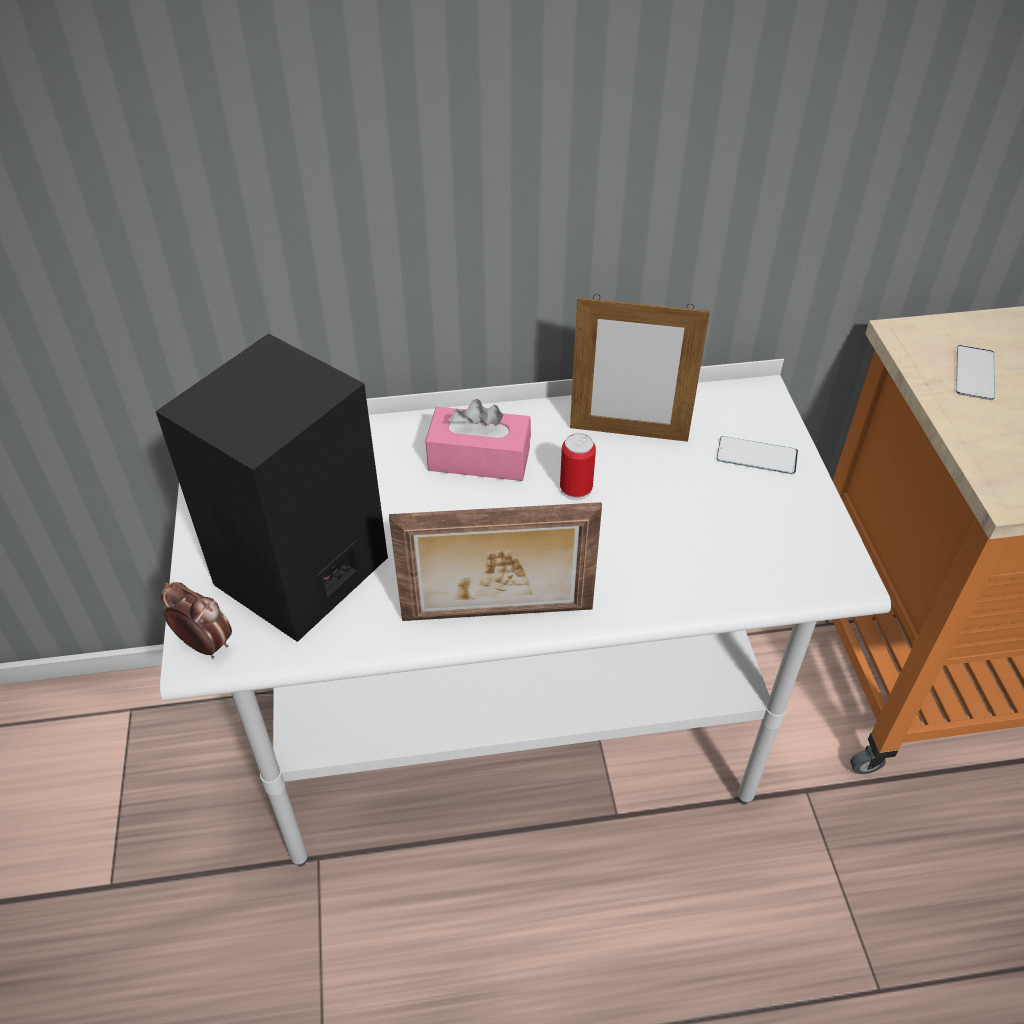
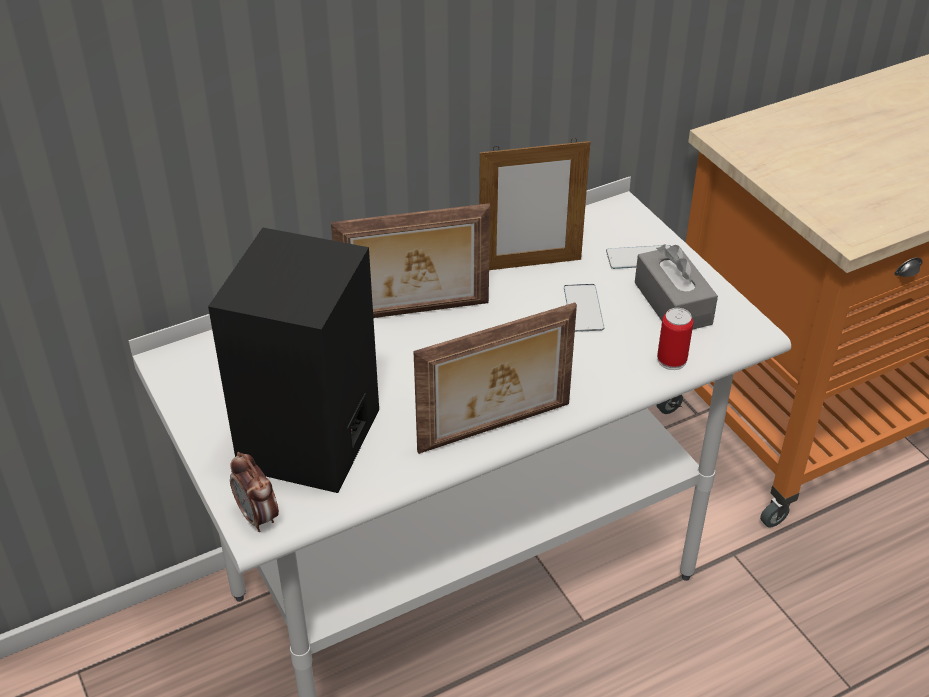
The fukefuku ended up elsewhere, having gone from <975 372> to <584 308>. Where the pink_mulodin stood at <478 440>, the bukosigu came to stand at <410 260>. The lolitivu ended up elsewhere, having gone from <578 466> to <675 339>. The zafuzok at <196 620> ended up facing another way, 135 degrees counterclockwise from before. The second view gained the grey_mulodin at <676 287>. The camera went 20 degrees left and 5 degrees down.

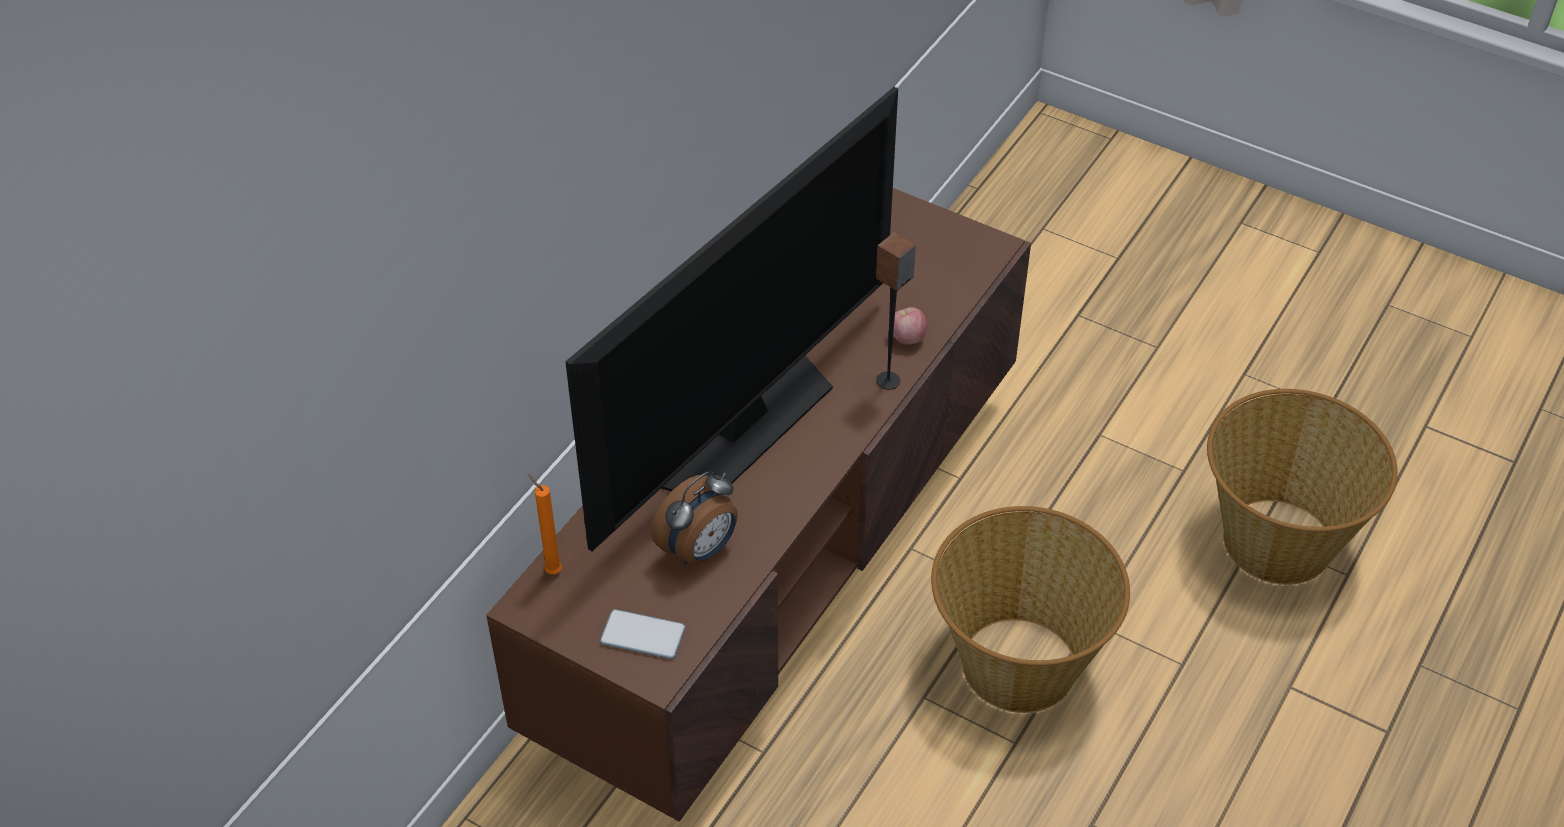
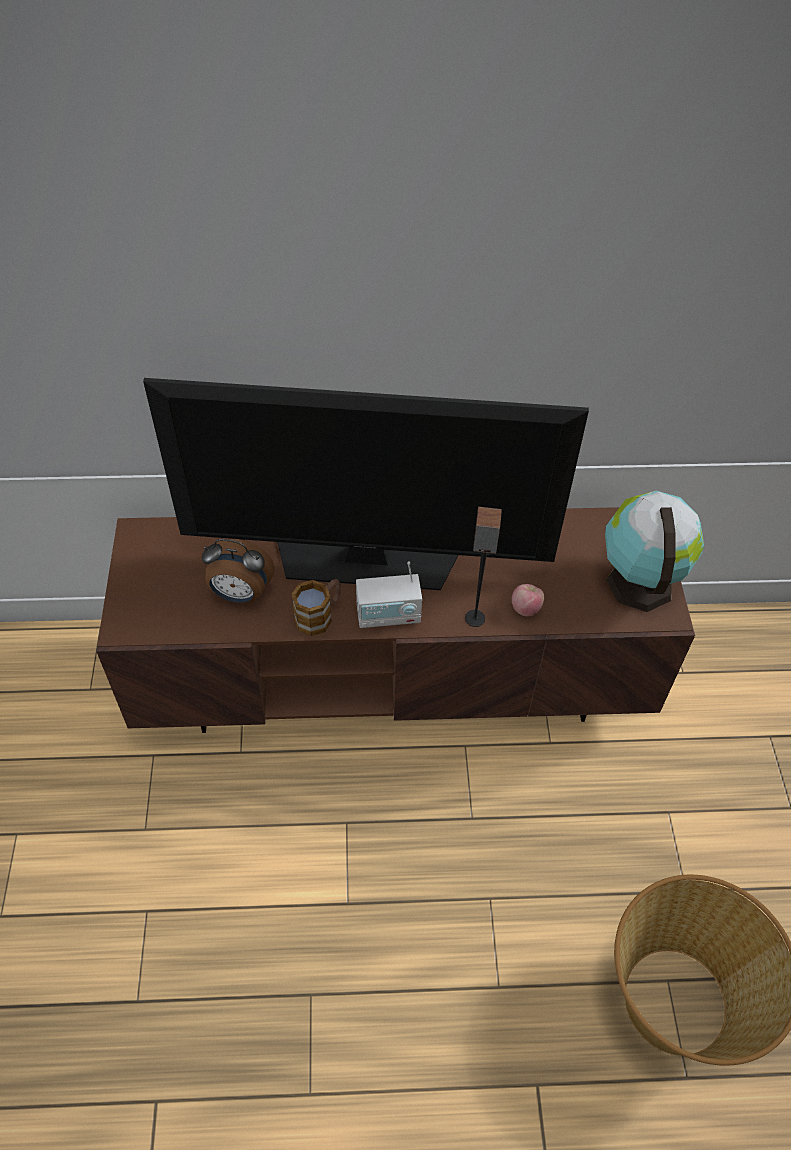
The second view lost the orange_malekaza at <545 524>. The second view lost the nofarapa at <1030 609>. The second view lost the fukefuku at <642 634>. The second view gained the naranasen at <654 551>. The second view gained the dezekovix at <389 594>. The second view gained the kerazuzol at <316 607>. The camera went 55 degrees right and 5 degrees up.

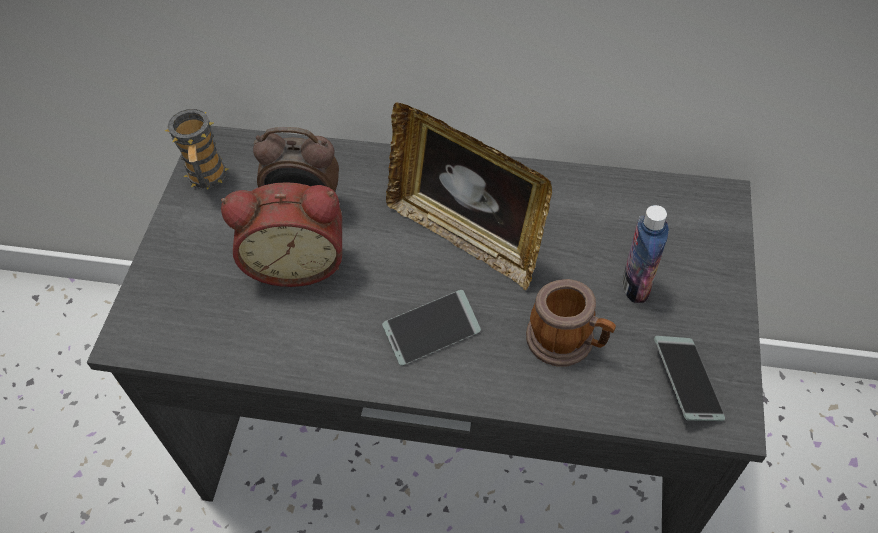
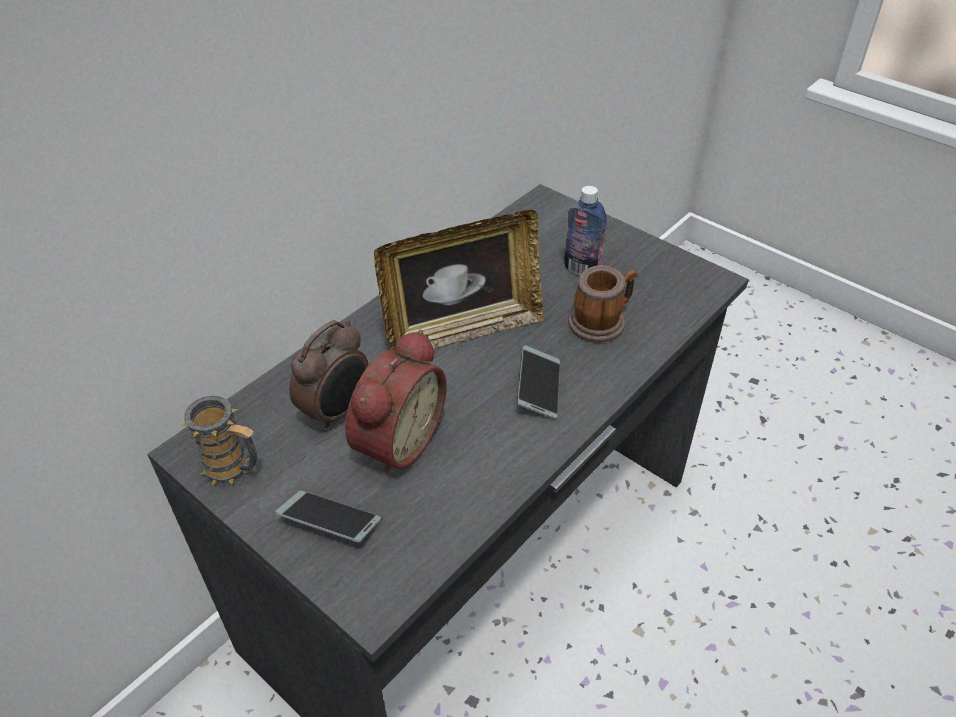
The fukefuku ended up elsewhere, having gone from <689 378> to <328 516>. The camera went 60 degrees left and 10 degrees down.

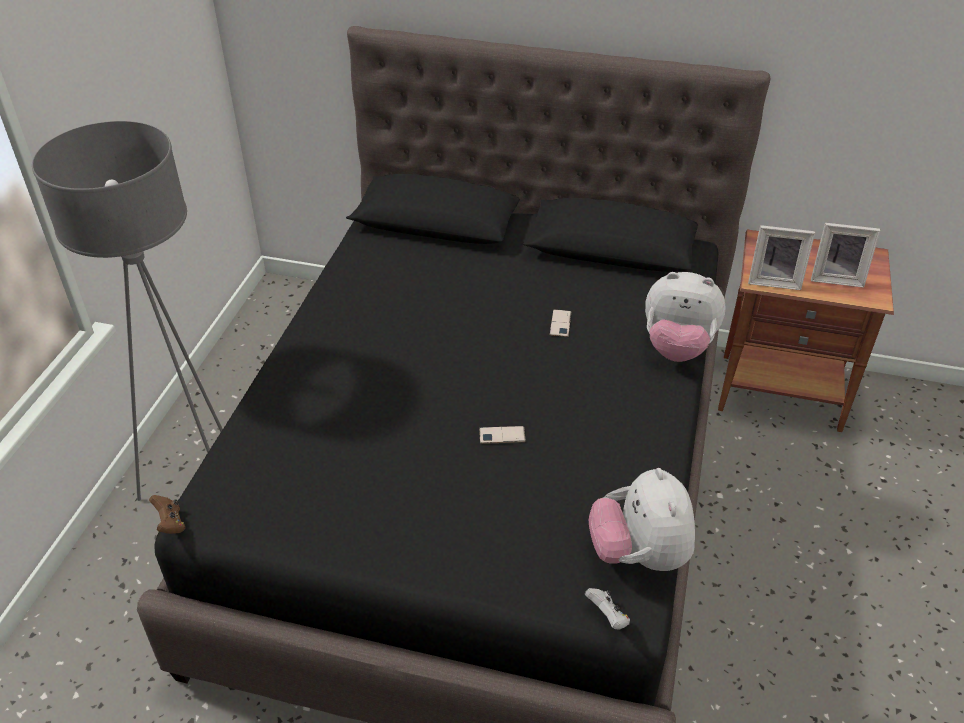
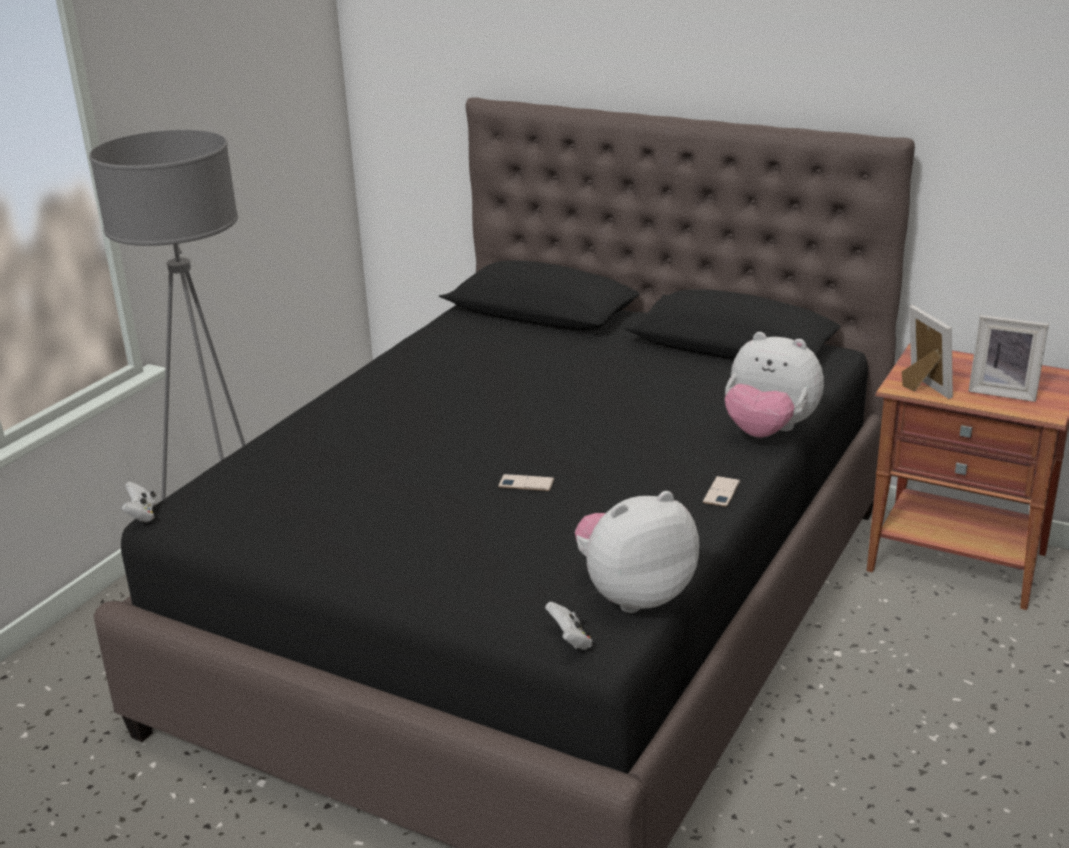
The bukosigu at <781 257> ended up facing another way, 135 degrees counterclockwise from before. The fukefuku ended up elsewhere, having gone from <560 323> to <721 491>. The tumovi at <642 519> ended up facing another way, 60 degrees clockwise from before. What was the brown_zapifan at <167 514> turned into the white_zapifan at <138 502>. The camera went 15 degrees right and 15 degrees down.

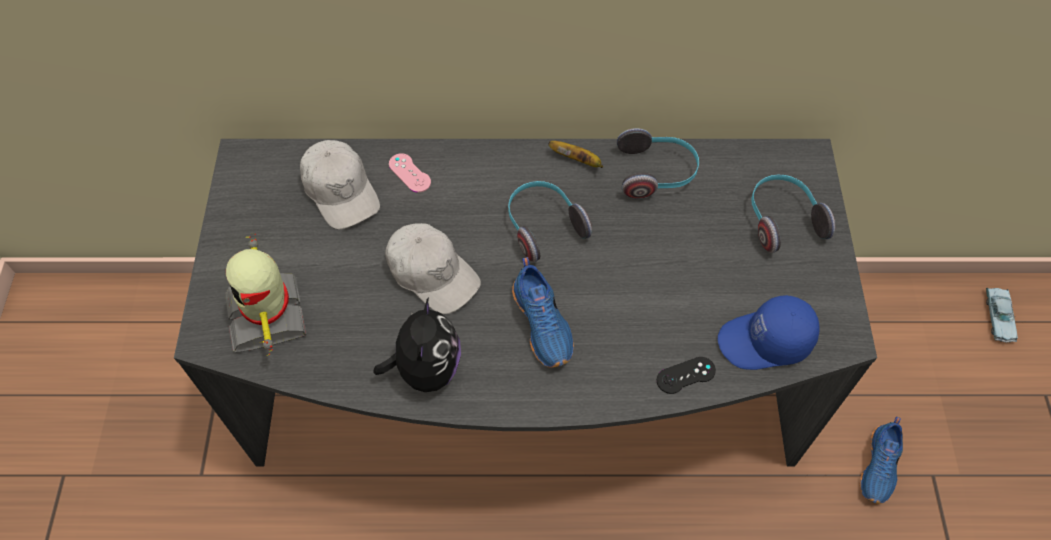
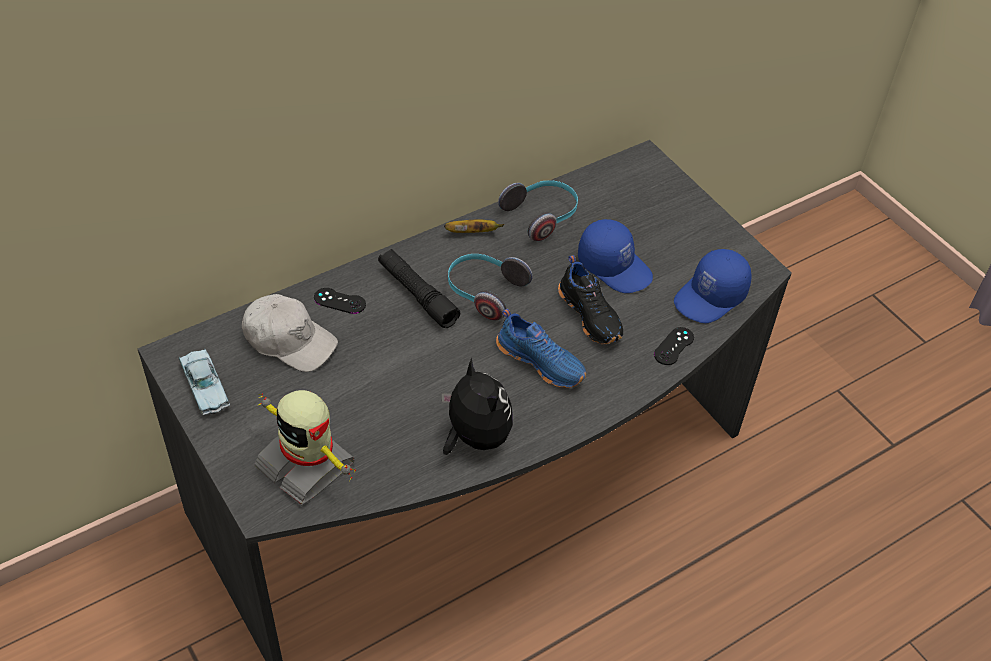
What was the pink_zapifan at <410 173> turned into the black_zapifan at <340 301>. The second view lost the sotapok at <793 214>. The second view lost the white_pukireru at <433 268>. The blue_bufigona ended up elsewhere, having gone from <1002 315> to <204 381>. The second view lost the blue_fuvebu at <881 460>. The second view gained the blue_pukireru at <615 256>. The second view gained the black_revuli at <419 288>. The second view gained the black_fuvebu at <590 299>. The camera went 35 degrees left and 10 degrees down.

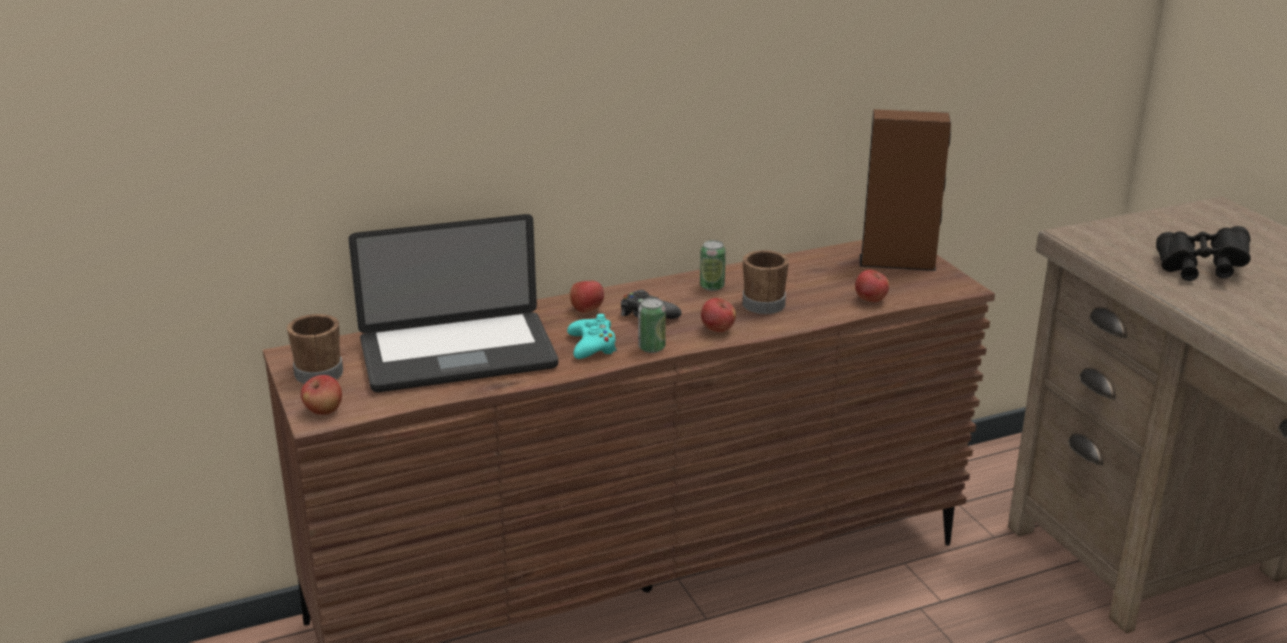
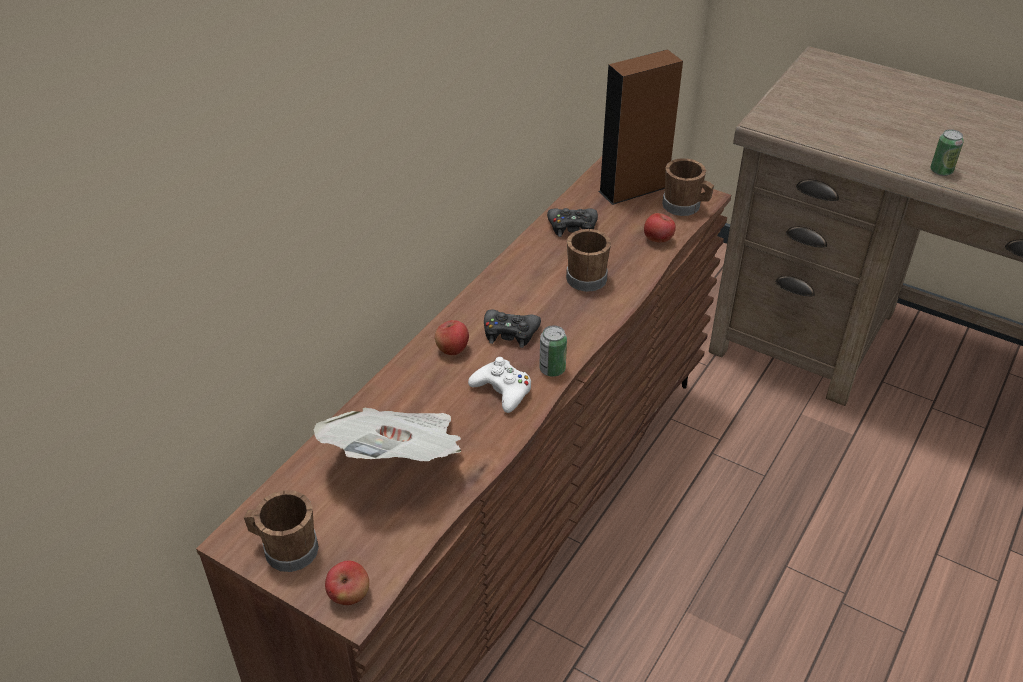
Where the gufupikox stood at <453 303>, the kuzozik came to stand at <387 434>. The second view lost the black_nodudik at <1203 253>. The lolitivu ended up elsewhere, having gone from <713 265> to <947 152>. The second view lost the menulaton at <718 315>. What was the turquoise_zapifan at <592 336> turned into the white_zapifan at <499 385>. The second view gained the brown_kerazuzol at <688 187>. The second view gained the black_zapifan at <572 222>. The camera went 35 degrees left and 15 degrees up.

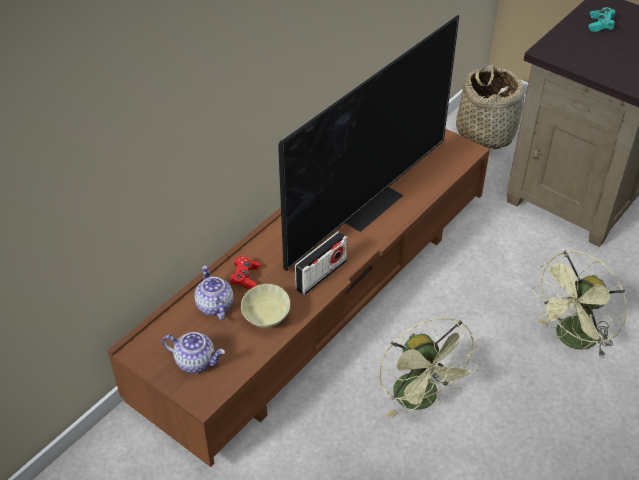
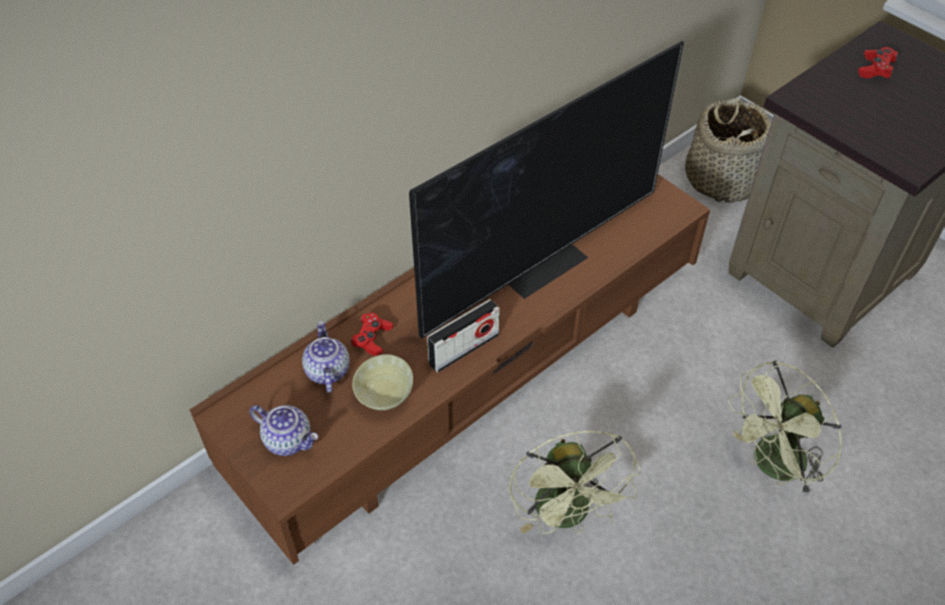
What was the turquoise_zapifan at <602 19> turned into the red_zapifan at <878 63>. The camera went 10 degrees right and 5 degrees up.

